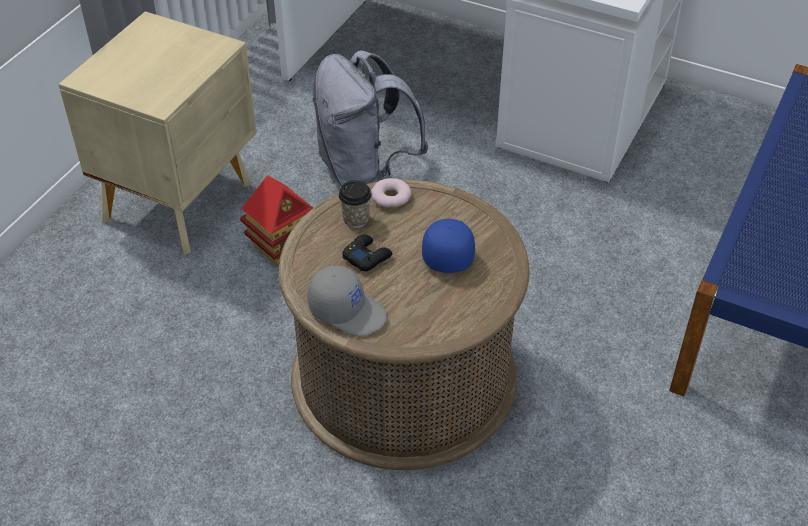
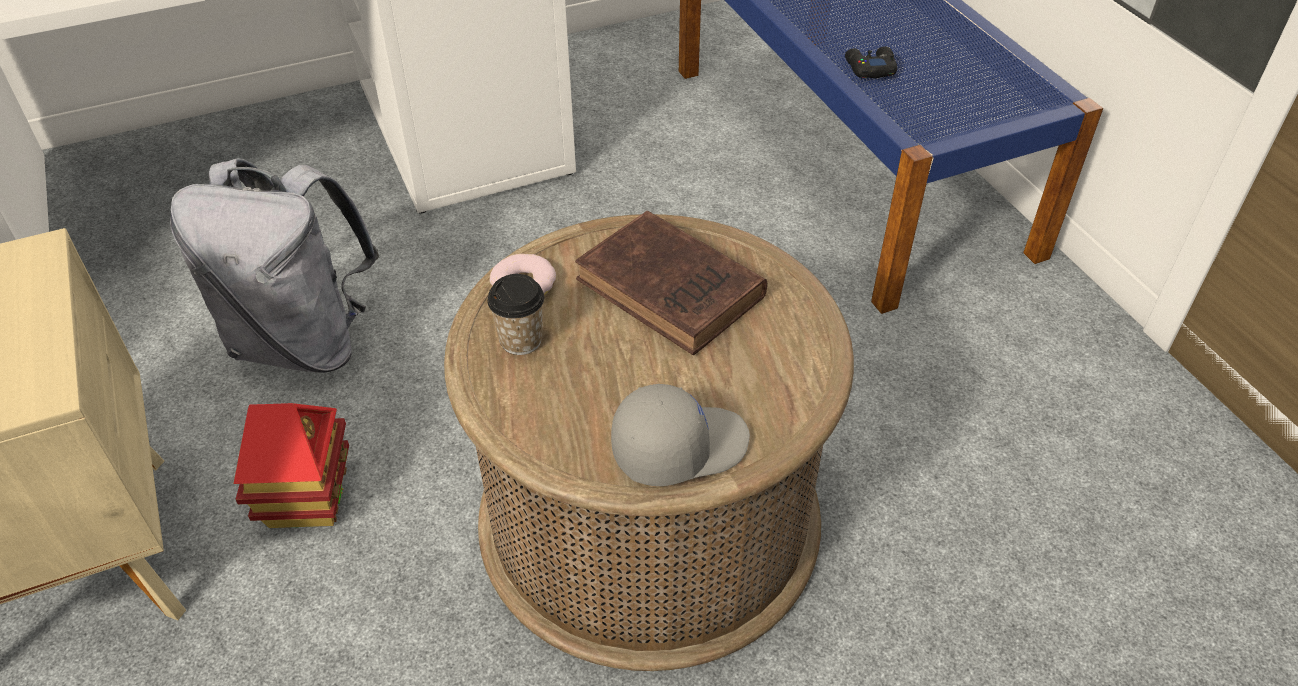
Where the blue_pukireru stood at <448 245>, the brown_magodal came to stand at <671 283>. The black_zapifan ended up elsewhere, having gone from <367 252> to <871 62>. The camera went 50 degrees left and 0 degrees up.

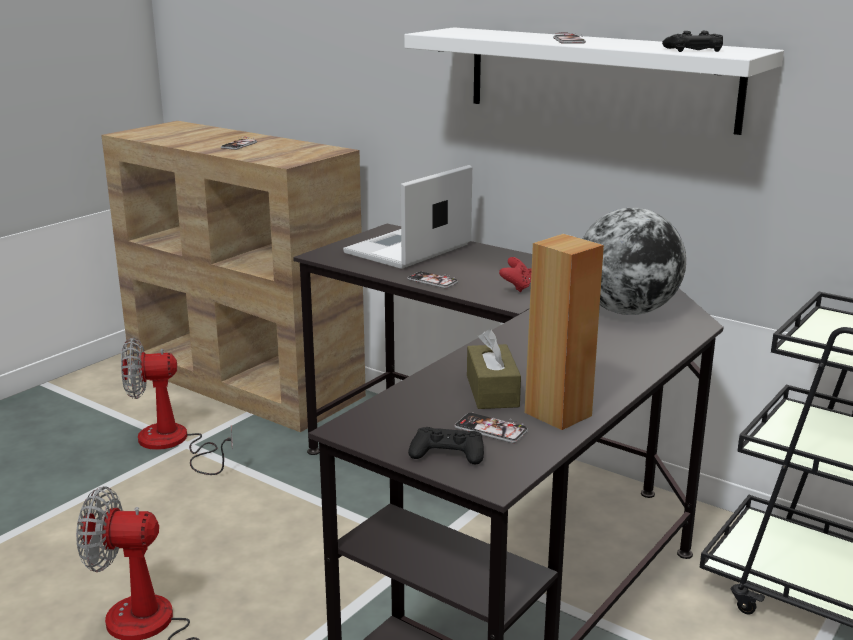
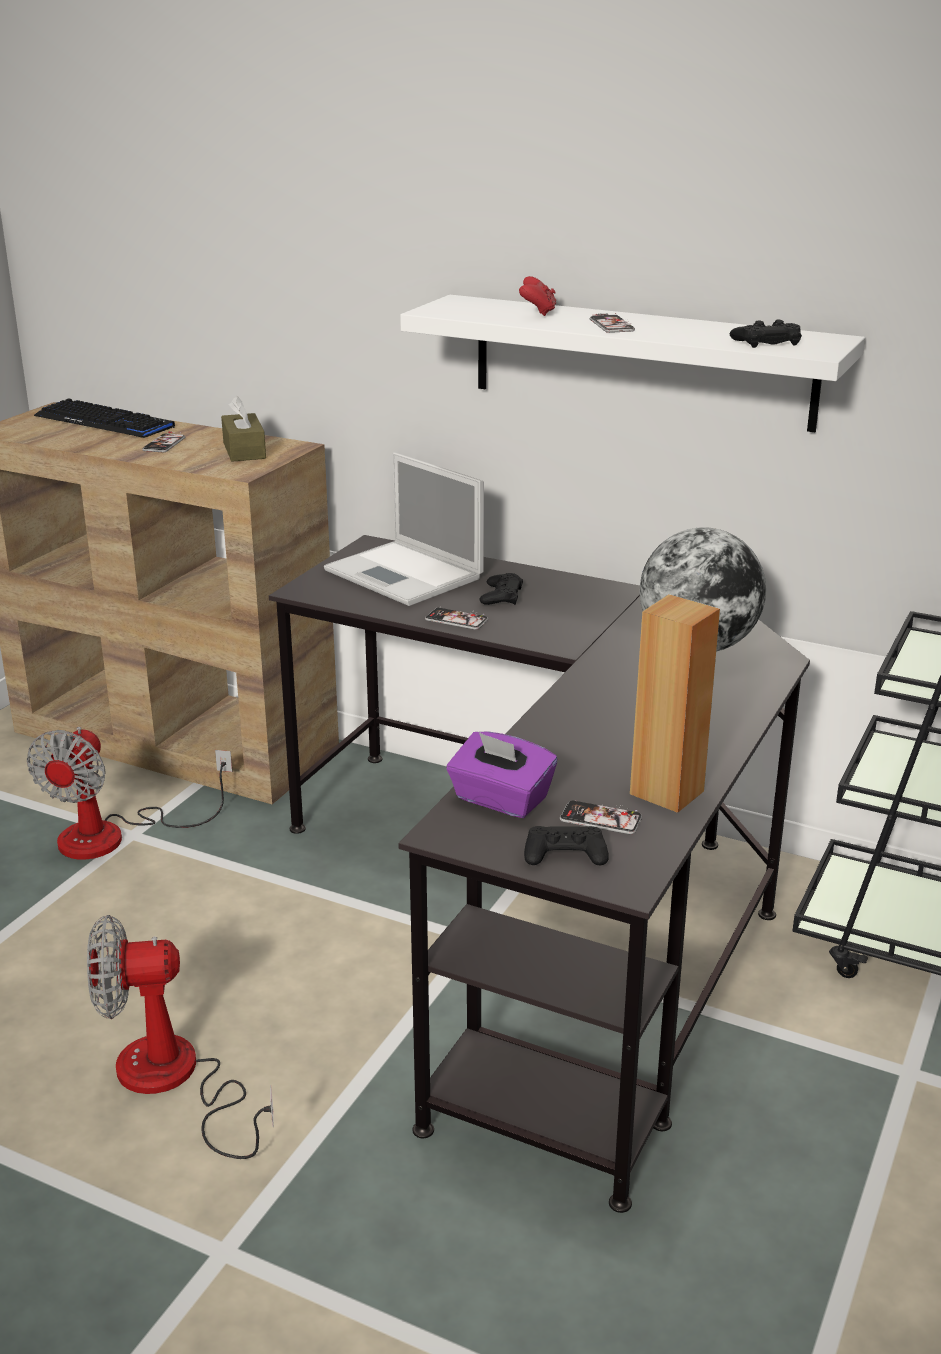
The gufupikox at <407 217> ended up facing another way, 75 degrees counterclockwise from before. The red_zapifan ended up elsewhere, having gone from <515 274> to <537 296>. The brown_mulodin ended up elsewhere, having gone from <494 369> to <243 429>. The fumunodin at <177 406> ended up facing another way, 60 degrees counterclockwise from before. The second view gained the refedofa at <104 418>. The second view gained the black_zapifan at <501 589>. The second view gained the purple_mulodin at <502 774>. The camera went 10 degrees left and 5 degrees up.

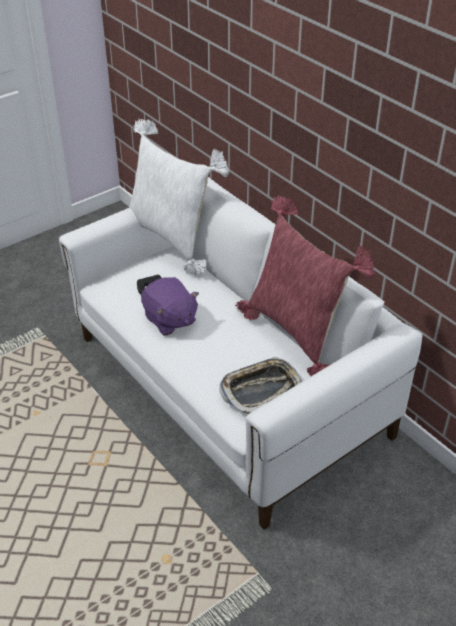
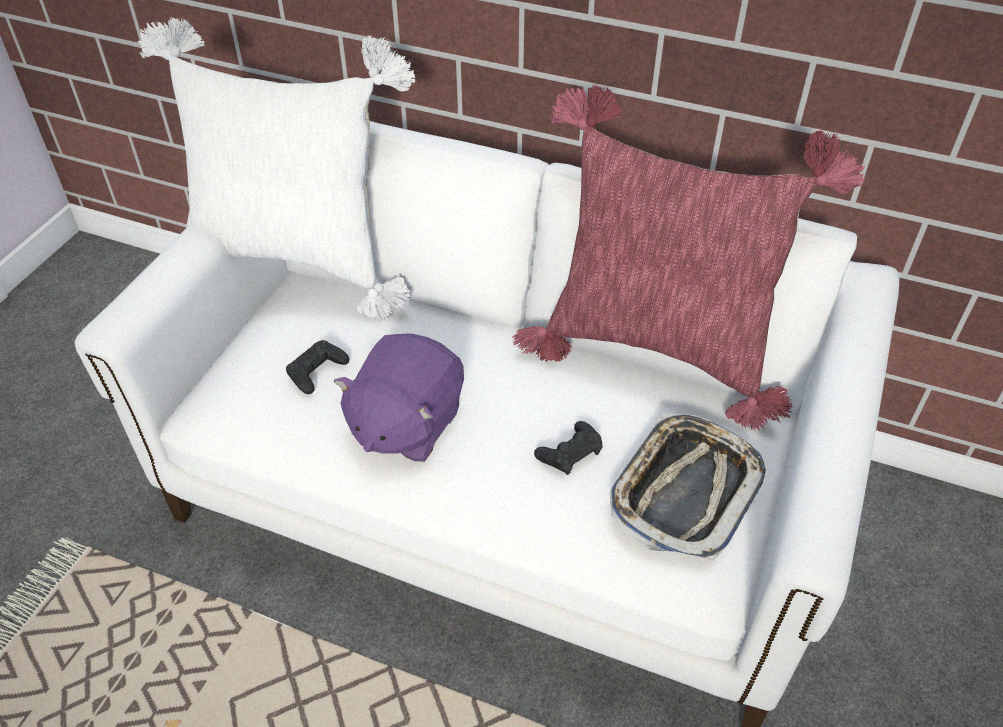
The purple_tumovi at <170 306> ended up facing another way, 90 degrees clockwise from before. The second view gained the black_zapifan at <568 448>. The camera went 30 degrees left and 5 degrees up.

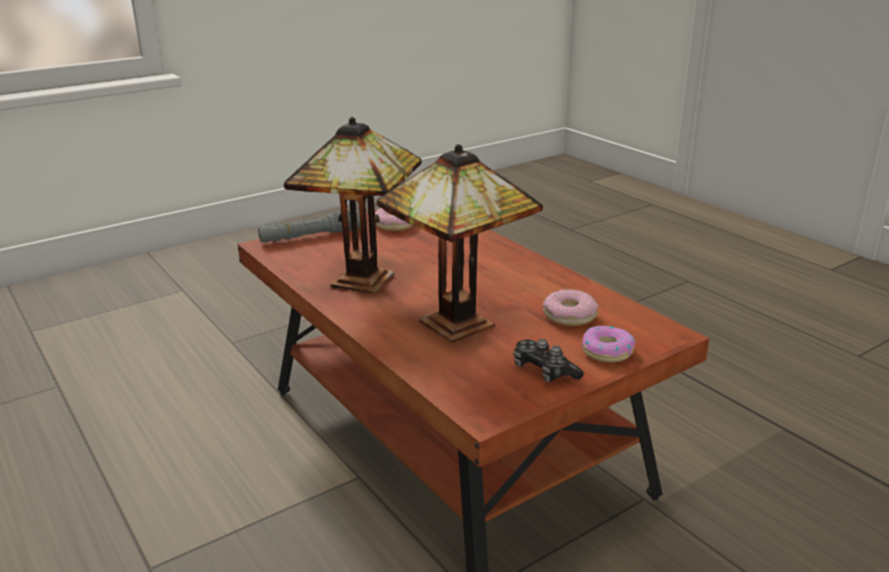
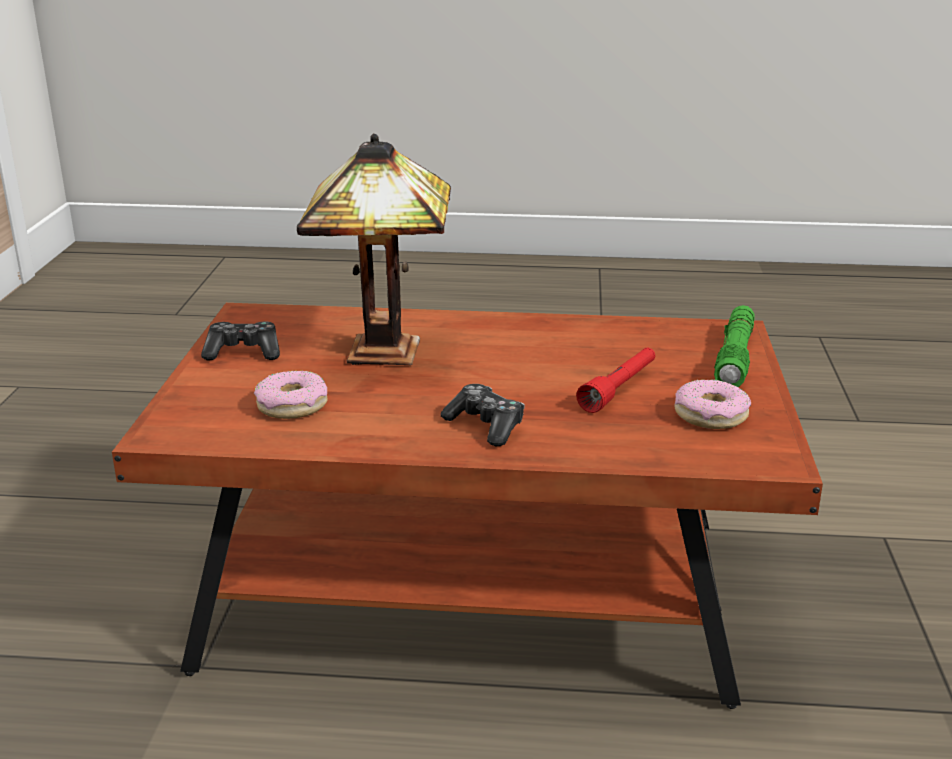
The second view lost the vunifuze at <353 205>. What was the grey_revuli at <309 226> turned into the green_revuli at <734 346>. The second view lost the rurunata at <609 344>. The second view gained the red_revuli at <615 380>. The second view gained the zapifan at <483 415>. The camera went 130 degrees right and 0 degrees up.

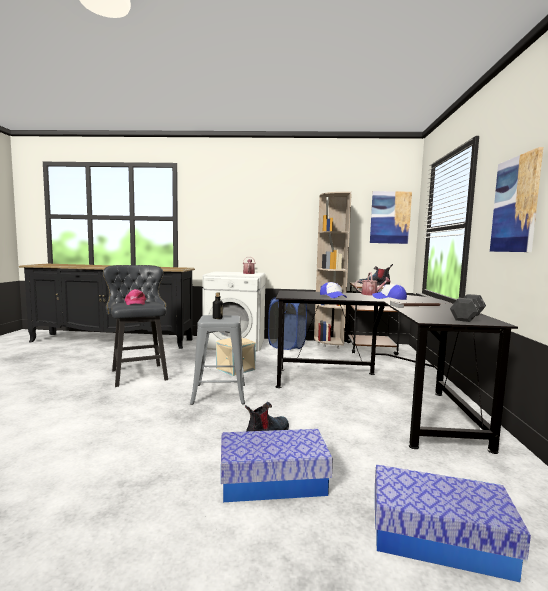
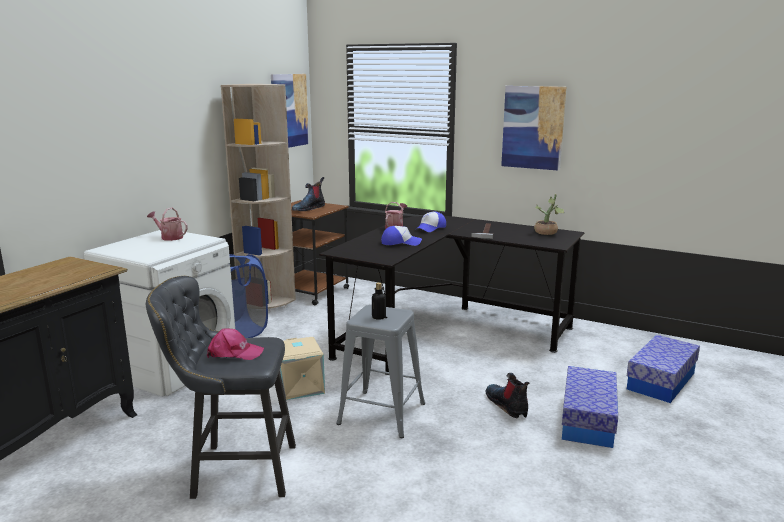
Where the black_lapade stood at <468 308>, the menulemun came to stand at <549 214>. The camera went 65 degrees left and 10 degrees up.

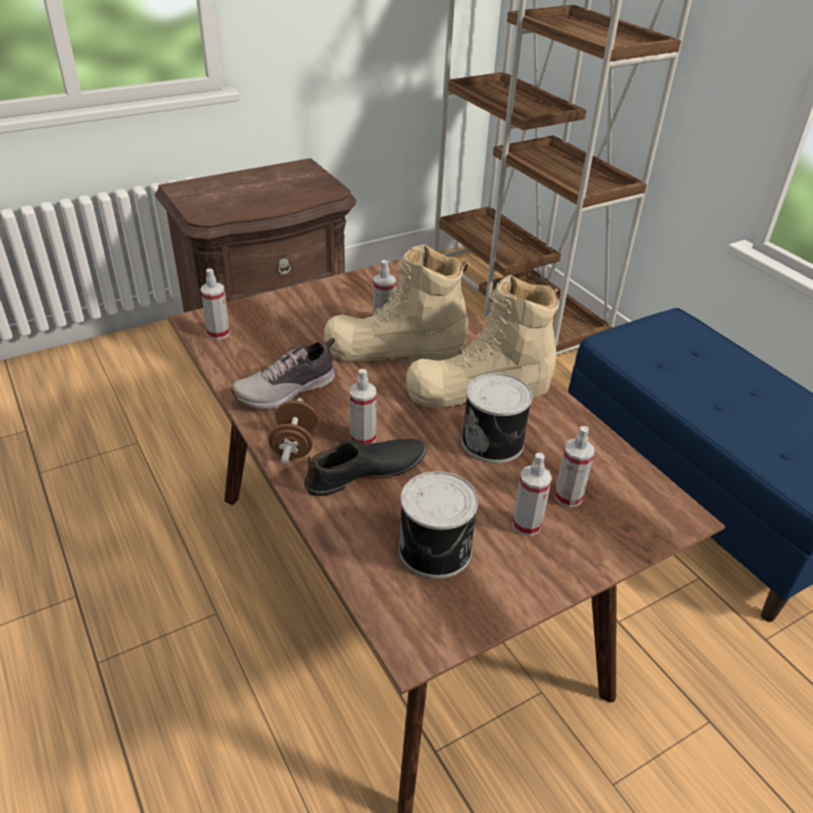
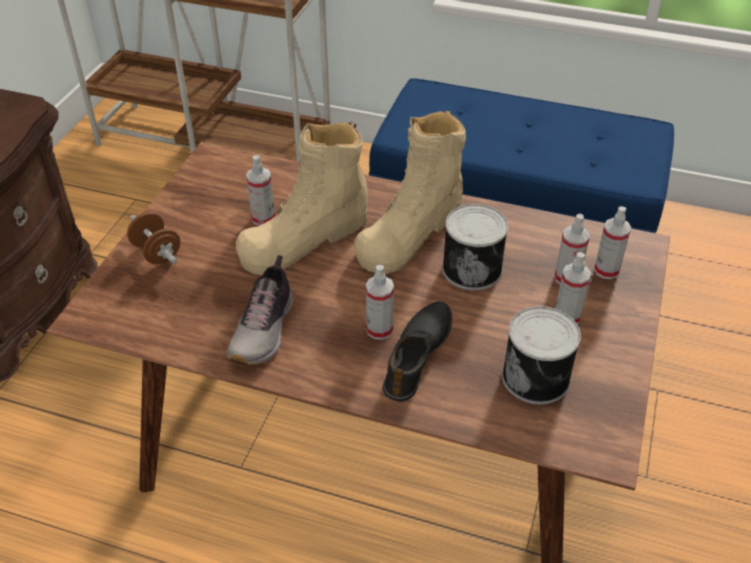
The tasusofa ended up elsewhere, having gone from <215 304> to <612 242>. The brown_lapade ended up elsewhere, having gone from <293 431> to <153 238>. The camera went 40 degrees left and 5 degrees up.

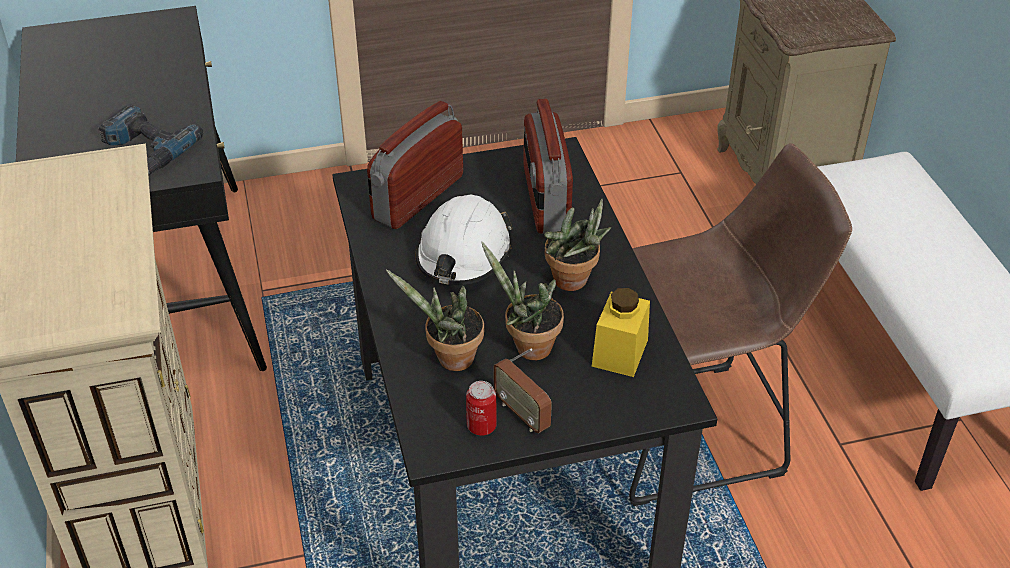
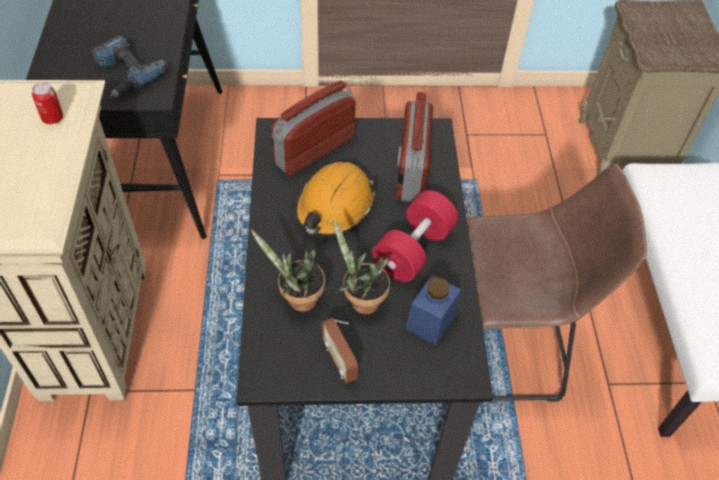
What was the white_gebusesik at <464 240> turned into the orange_gebusesik at <335 199>. Where the menulemun stood at <577 245>, the red_lapade came to stand at <415 236>. What was the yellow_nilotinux at <621 332> turned into the blue_nilotinux at <433 310>. The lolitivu ended up elsewhere, having gone from <481 408> to <48 103>. The camera went 10 degrees right and 10 degrees up.

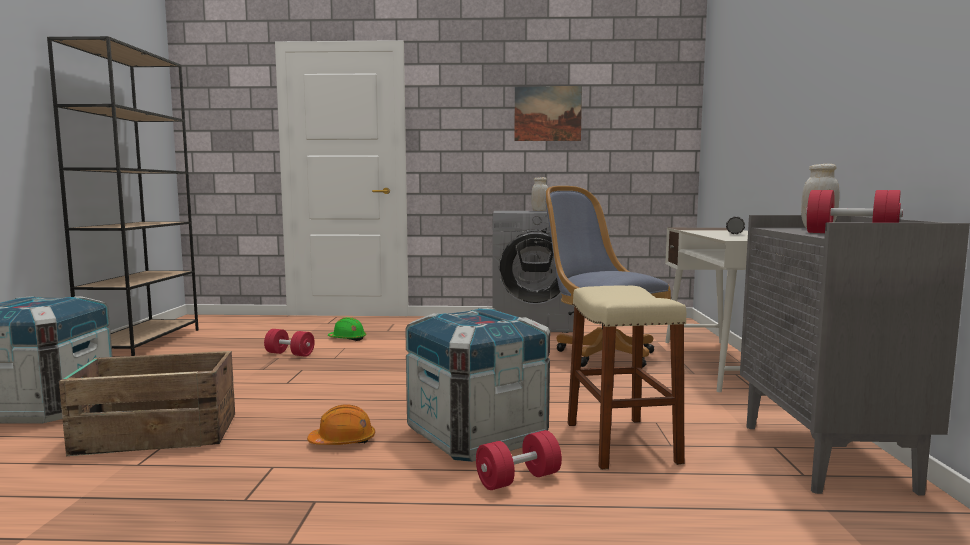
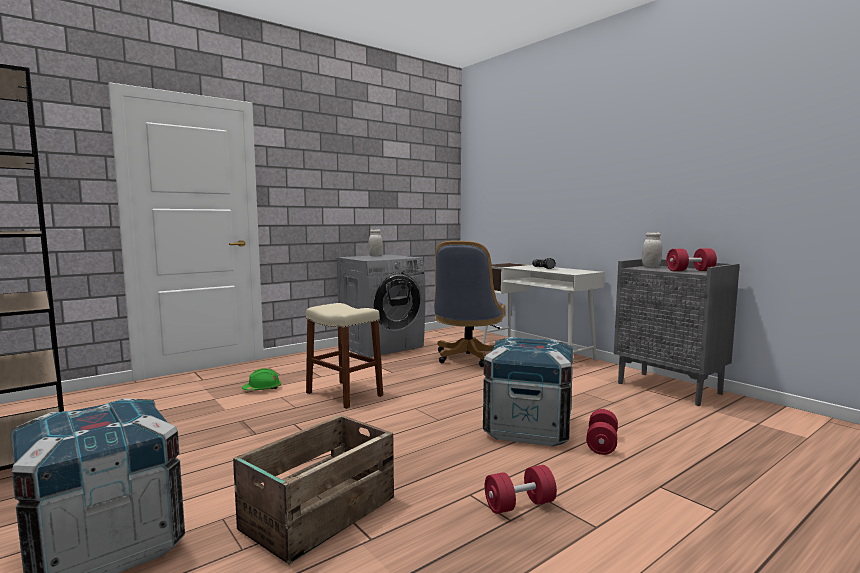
The second view lost the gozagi at <548 113>. The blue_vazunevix at <608 277> ended up facing another way, 90 degrees counterclockwise from before. The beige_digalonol ended up elsewhere, having gone from <627 378> to <344 356>. The red_lapade ended up elsewhere, having gone from <289 343> to <521 489>. The second view lost the orange_gebusesik at <341 424>. The camera went 40 degrees left and 0 degrees up.

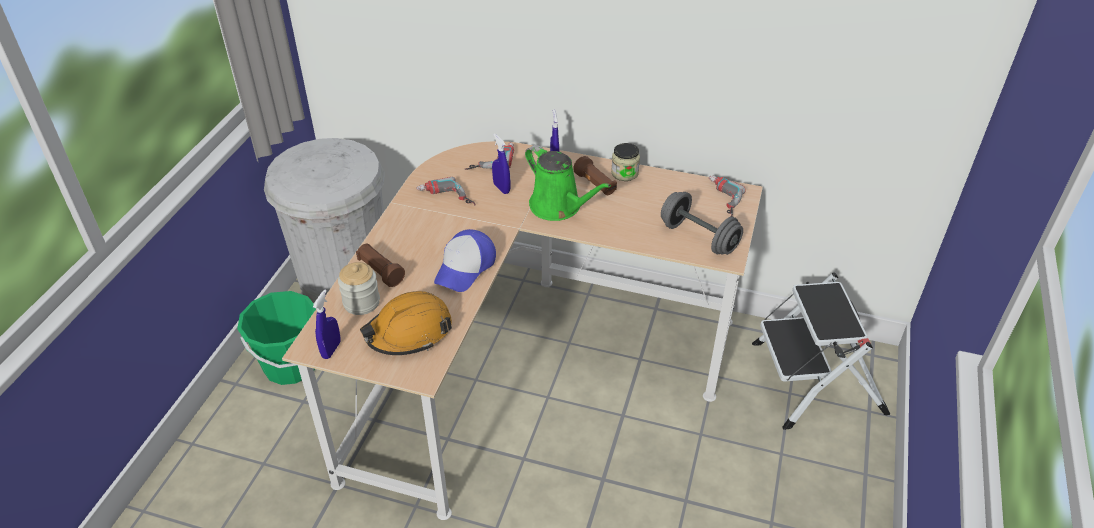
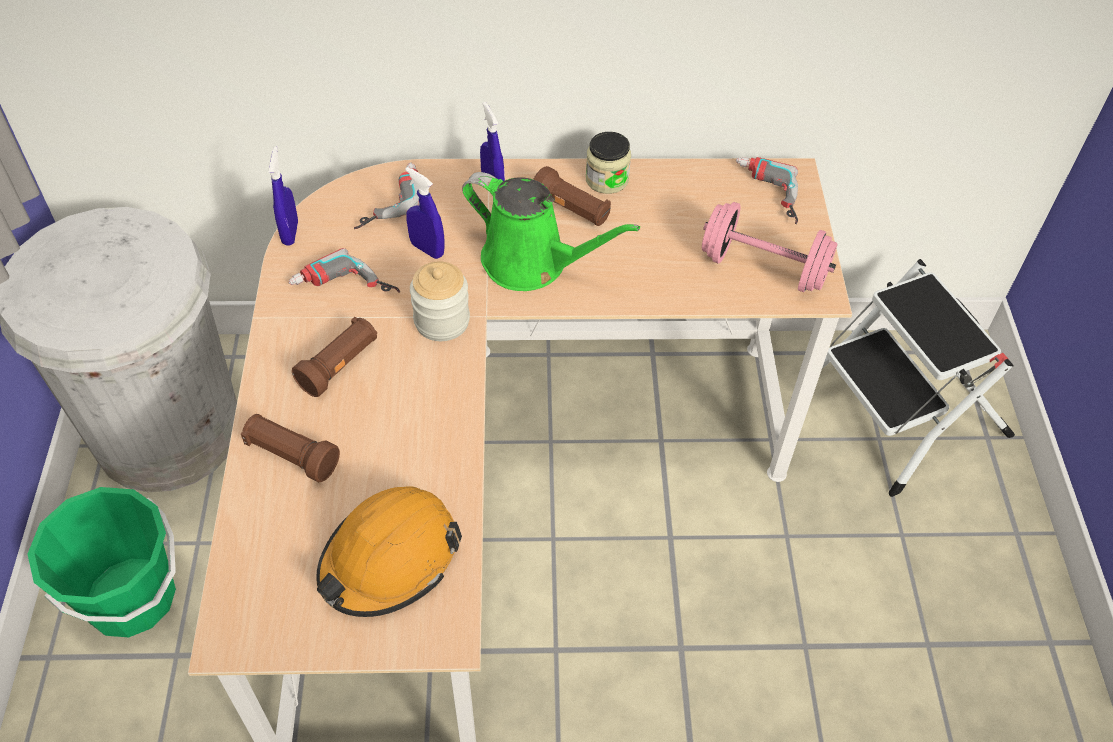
What was the grey_lapade at <702 223> turned into the pink_lapade at <769 247>. The second view lost the pukireru at <465 260>. The nilotinux ended up elsewhere, having gone from <359 288> to <440 301>. The blue_tasusofa ended up elsewhere, having gone from <327 324> to <283 196>. The second view gained the brown_revuli at <334 357>. The camera went 20 degrees left and 10 degrees up.

